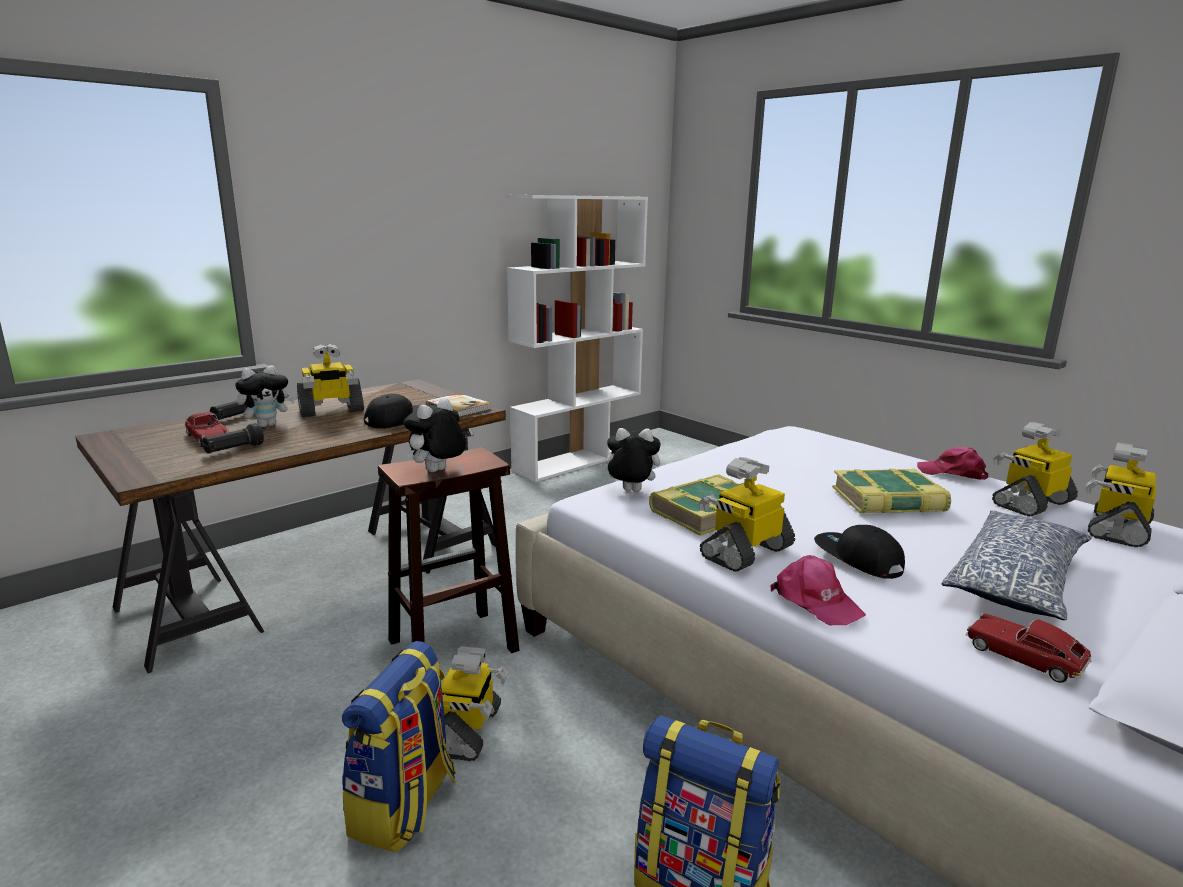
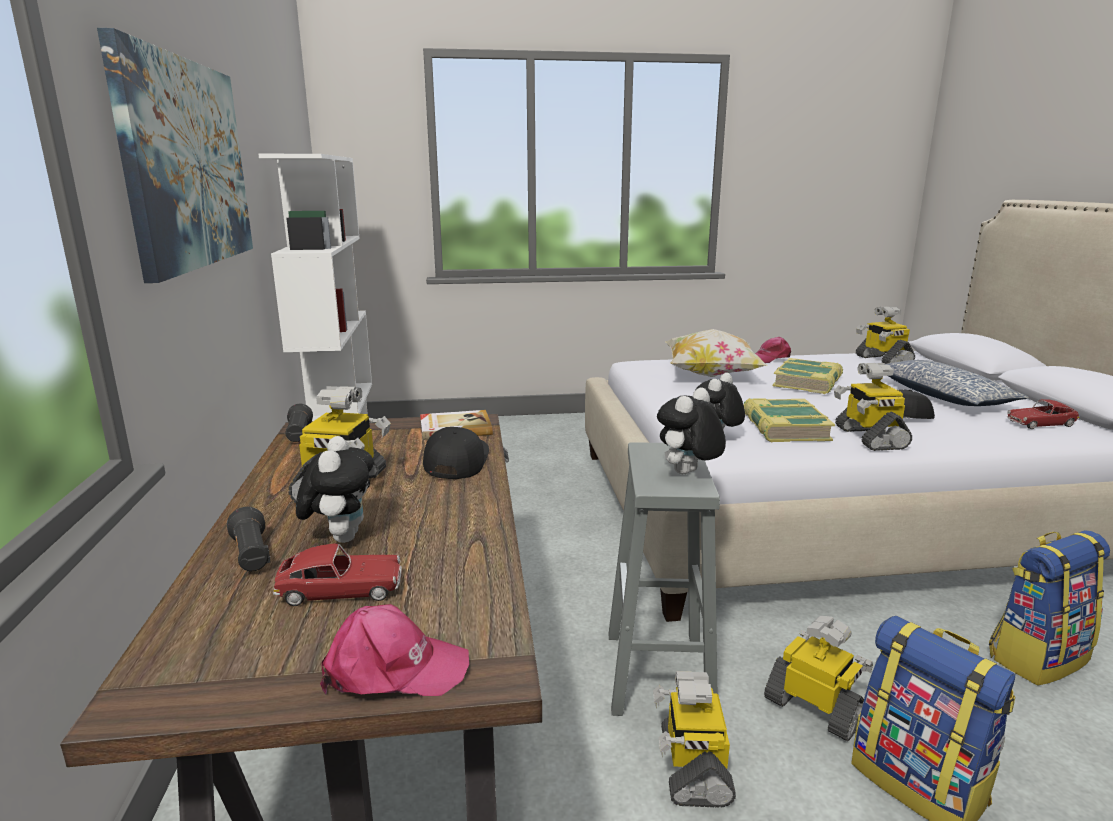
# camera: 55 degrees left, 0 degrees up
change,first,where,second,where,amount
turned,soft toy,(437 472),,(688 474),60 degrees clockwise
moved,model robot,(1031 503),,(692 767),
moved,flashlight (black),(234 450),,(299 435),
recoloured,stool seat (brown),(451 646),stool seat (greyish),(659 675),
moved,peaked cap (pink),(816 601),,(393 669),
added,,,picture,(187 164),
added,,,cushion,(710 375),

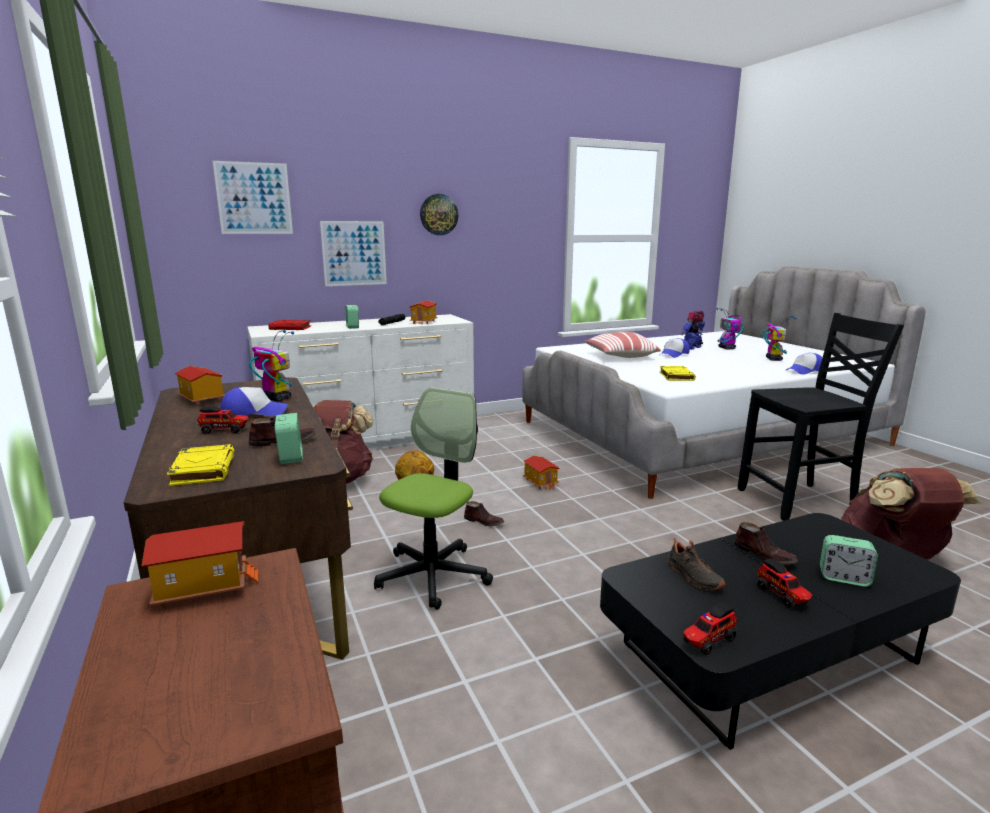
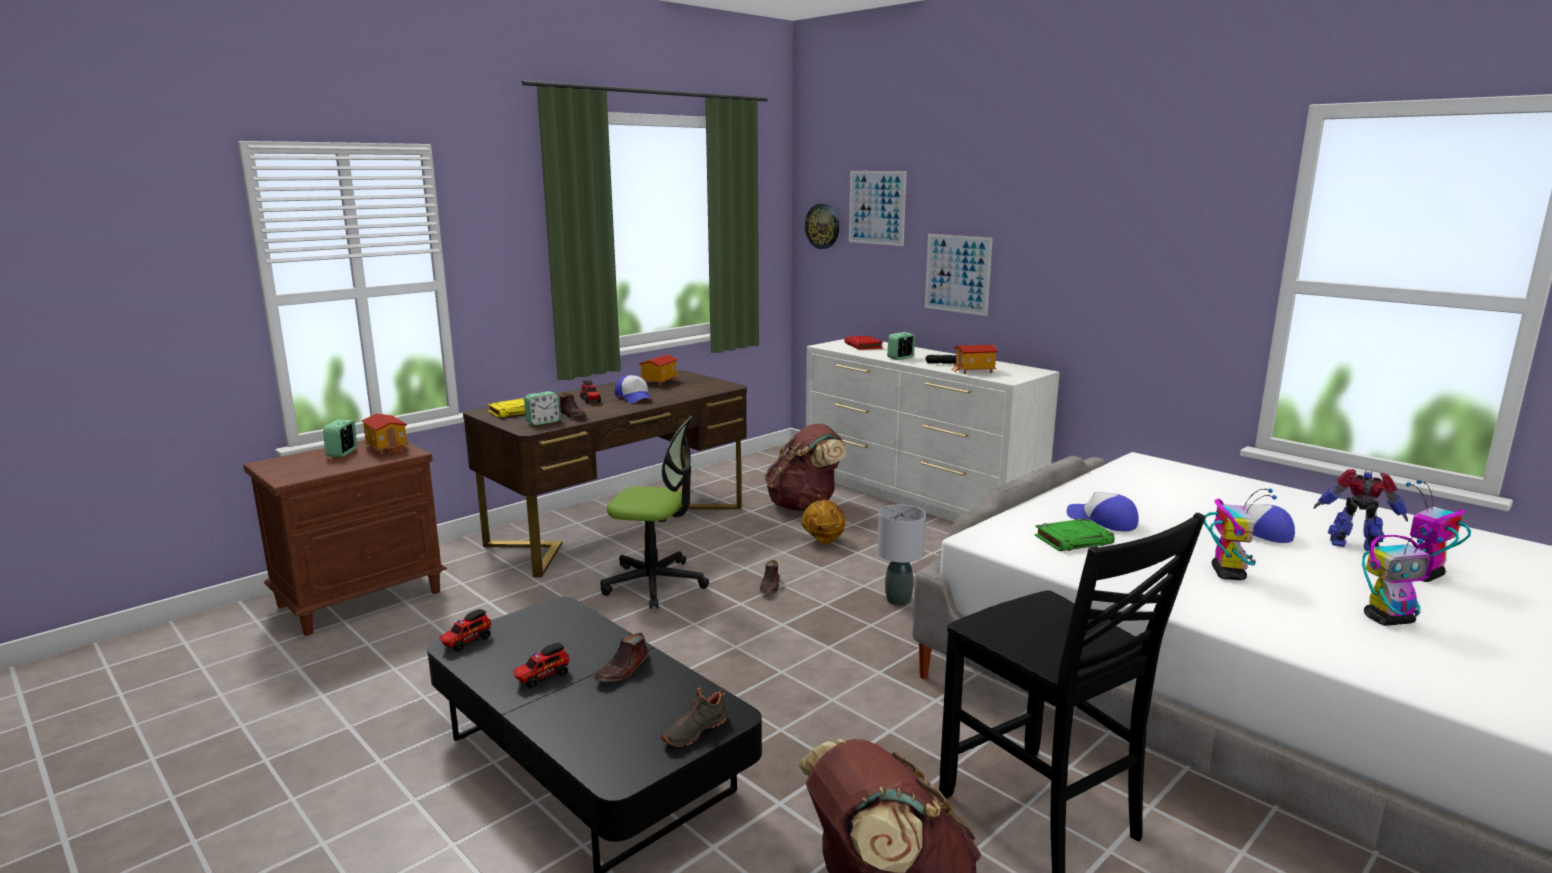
# camera: 70 degrees right, 0 degrees up
change,first,where,second,where,amount
moved,wall clock,(439 214),,(823 226),
moved,model robot,(276 398),,(1227 573),
removed,cushion,(620 357),,,
moved,peaked cap,(805 371),,(1102 520),
recoloured,bound book (yellow-coloured),(676 376),bound book (greenish),(1073 540),
replaced,model house,(541 482),table lamp (greyish),(898 600),
moved,bedside clock,(844 578),,(342 453),
moved,shoe (black),(693 577),,(693 730),
turned,model truck,(708 641),,(466 642),90 degrees counterclockwise

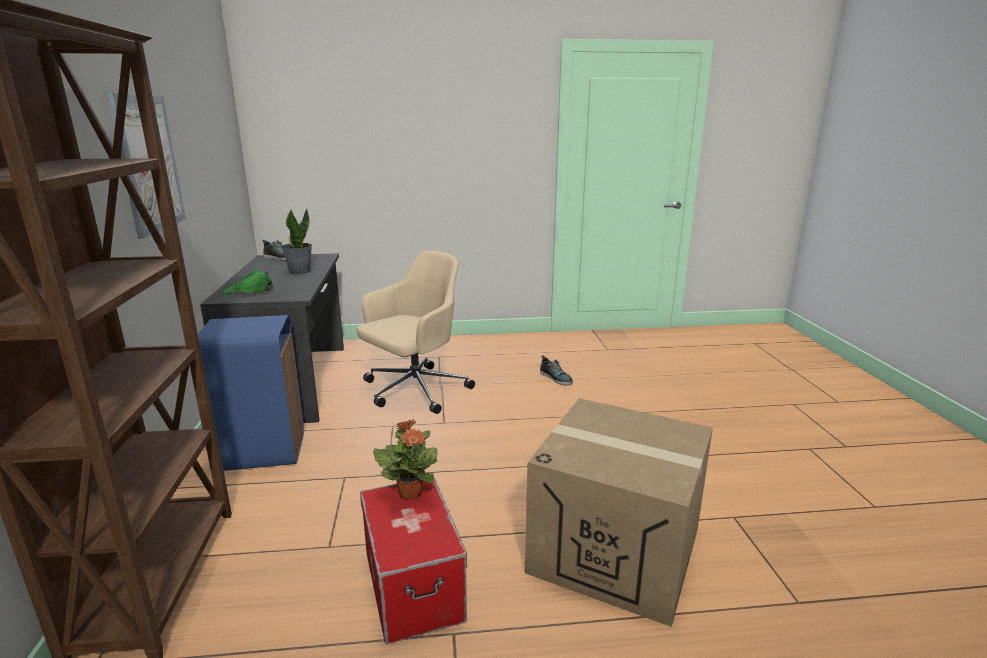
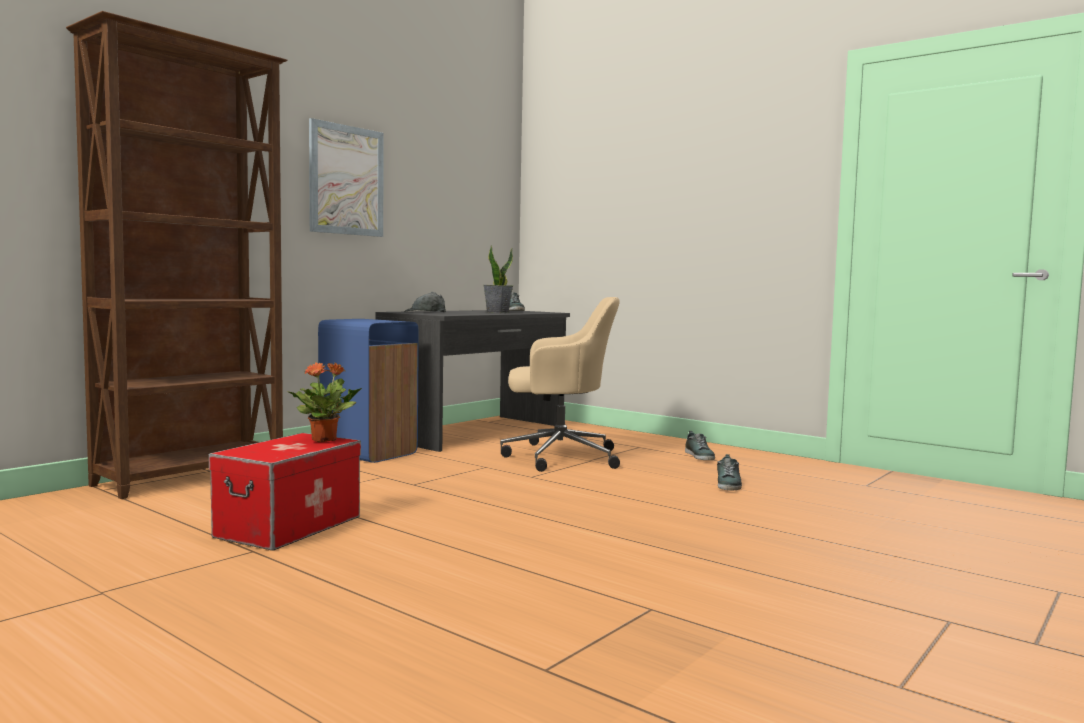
# camera: 45 degrees right, 15 degrees down
change,first,where,second,where,amount
recoloured,peaked cap (greenish),(248 291),peaked cap (greyish),(425 312),
removed,cardboard box,(615 550),,,
added,,,shoe,(700 456),

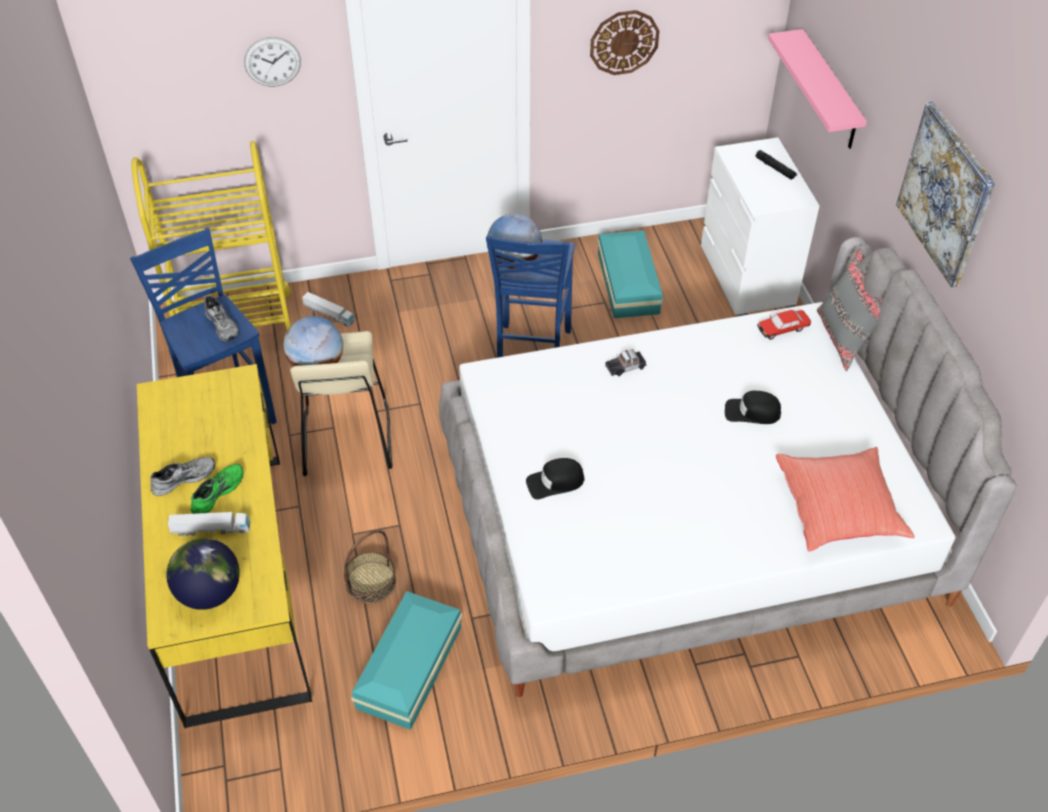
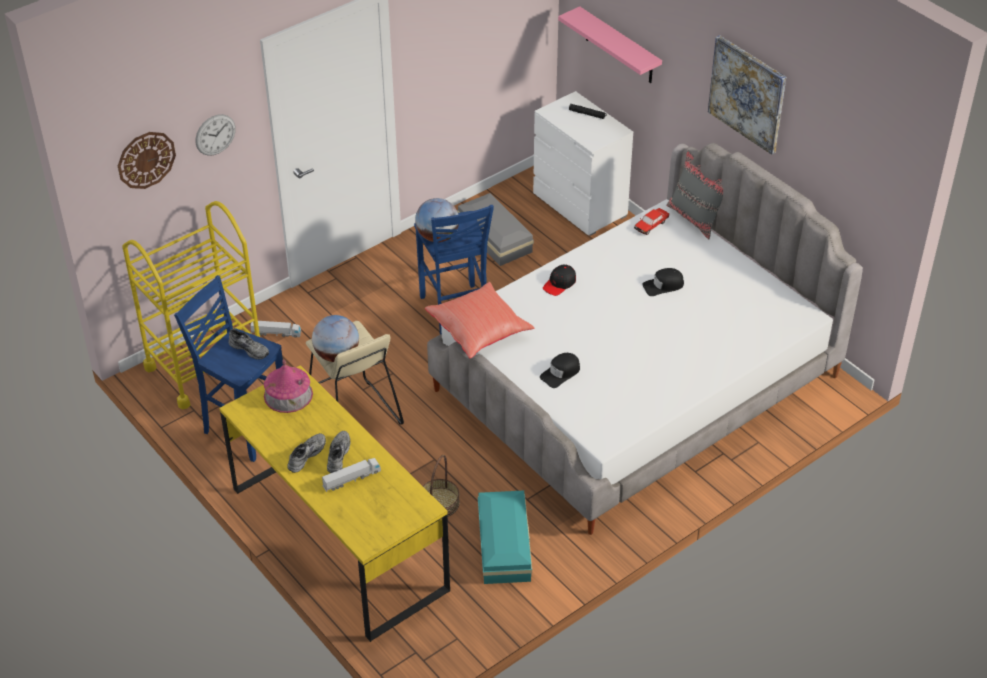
# camera: 25 degrees left, 5 degrees down
change,first,where,second,where,amount
moved,wall clock,(624 42),,(146 159),
recoloured,storage container (blue-green),(629 282),storage container (greyish),(495 236),
replaced,miniature car,(625 366),peaked cap (black),(559 284),
moved,cushion (reddish),(838 510),,(479 331),
recoloured,shoe (greenish),(216 492),shoe (greyish),(337 455),
removed,desk globe,(210 592),,,
added,,,model house,(288 395),

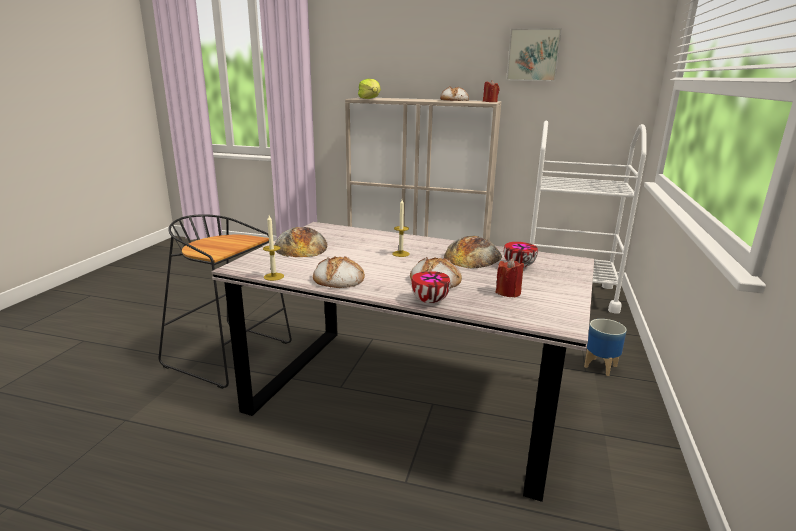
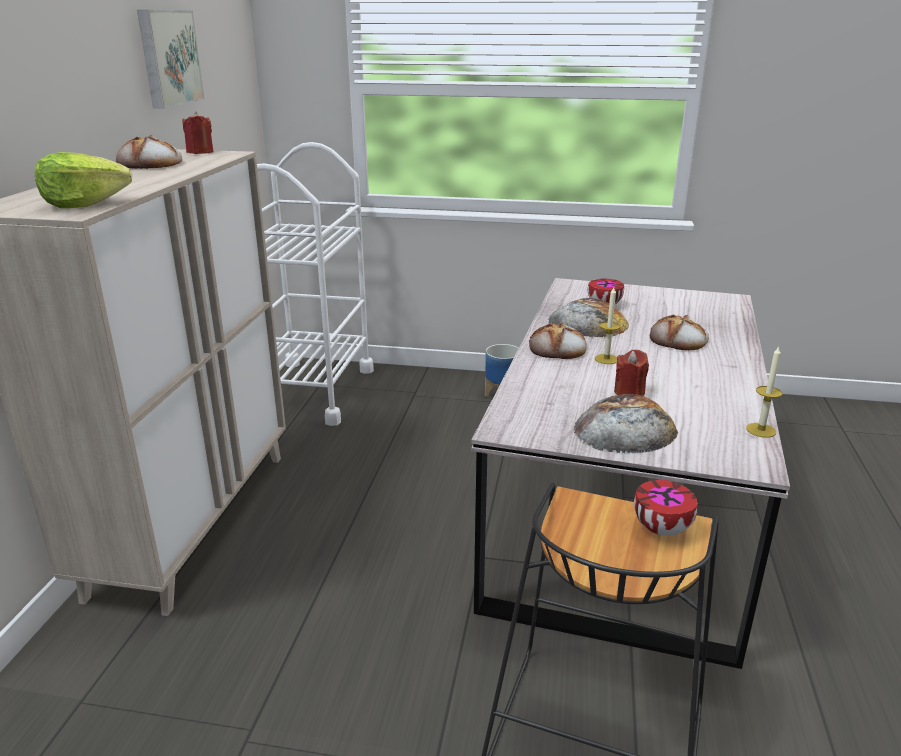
# camera: 95 degrees left, 5 degrees up
change,first,where,second,where,amount
moved,bread,(338 279),,(558 348),
moved,wax candle (reddish),(508 292),,(629 392),
moved,serving bowl,(429 300),,(661 529),

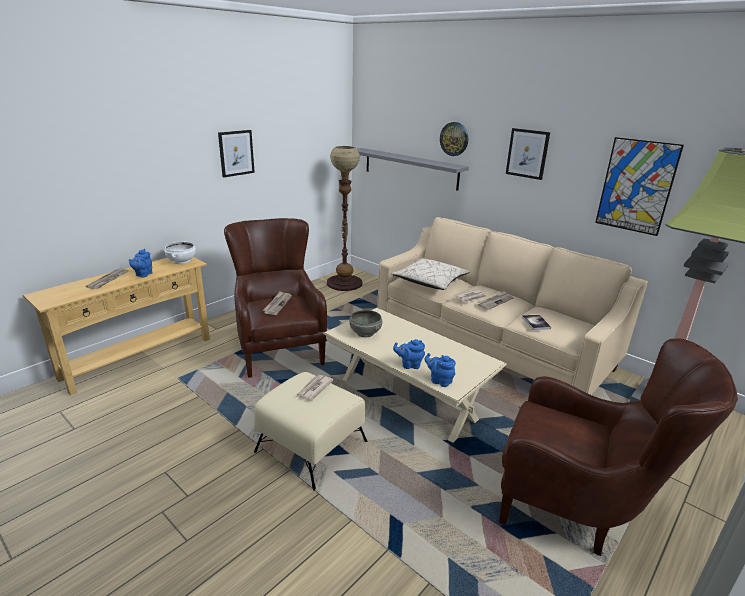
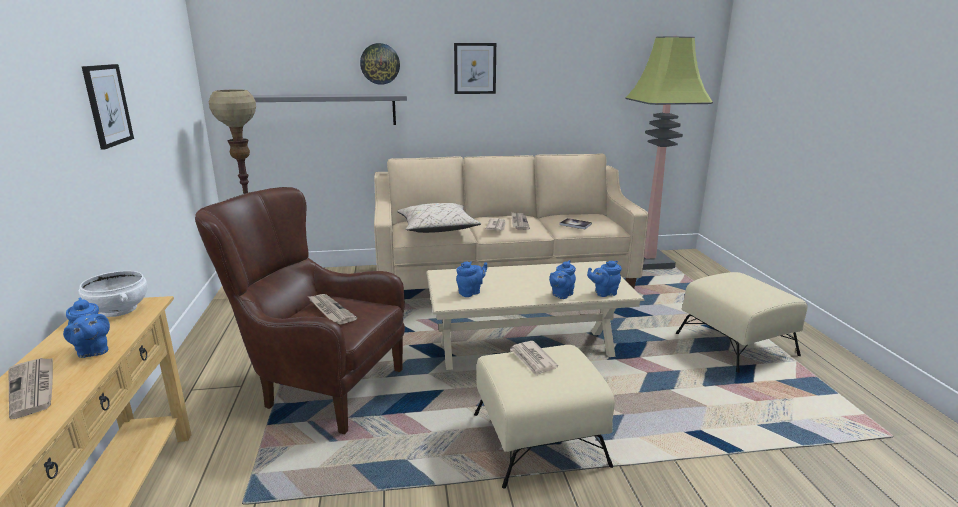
# camera: 50 degrees left, 5 degrees down
change,first,where,second,where,amount
removed,picture,(636 186),,,
replaced,serving bowl (greyish),(365 333),tea pot (blue-coloured),(471 292),
replaced,lounge chair (brown),(577 510),pouffe (beige),(736 344),

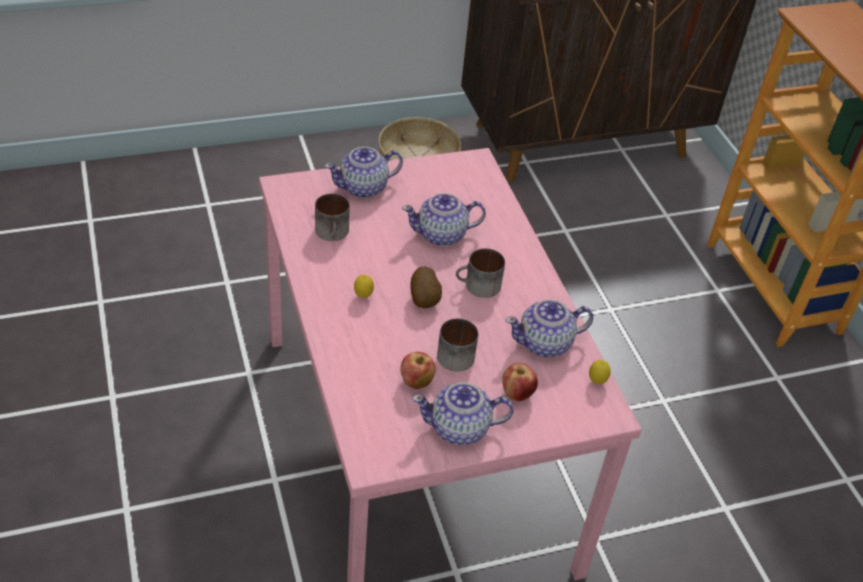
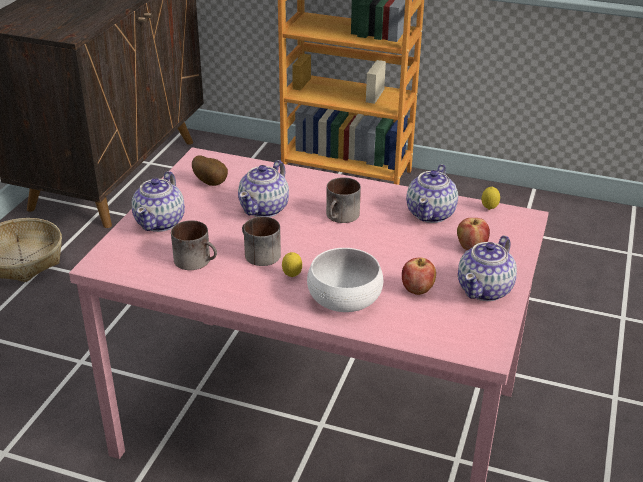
# camera: 50 degrees left, 10 degrees down
change,first,where,second,where,amount
moved,potato,(425 300),,(211 182),
moved,coffee mug,(455 353),,(258 254),
added,,,serving bowl (white),(345 297),

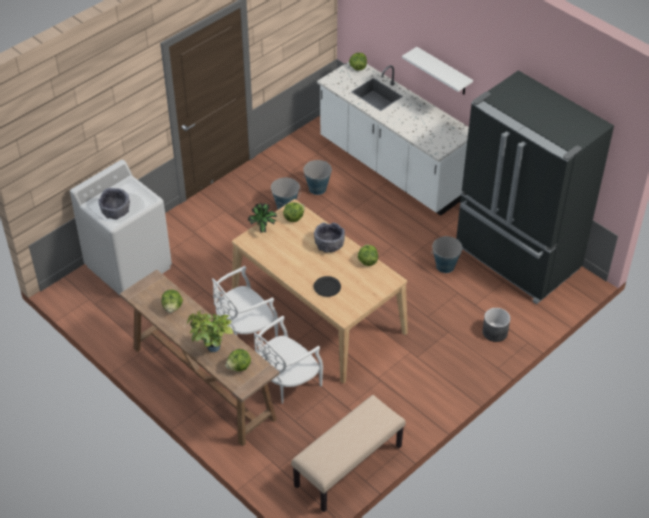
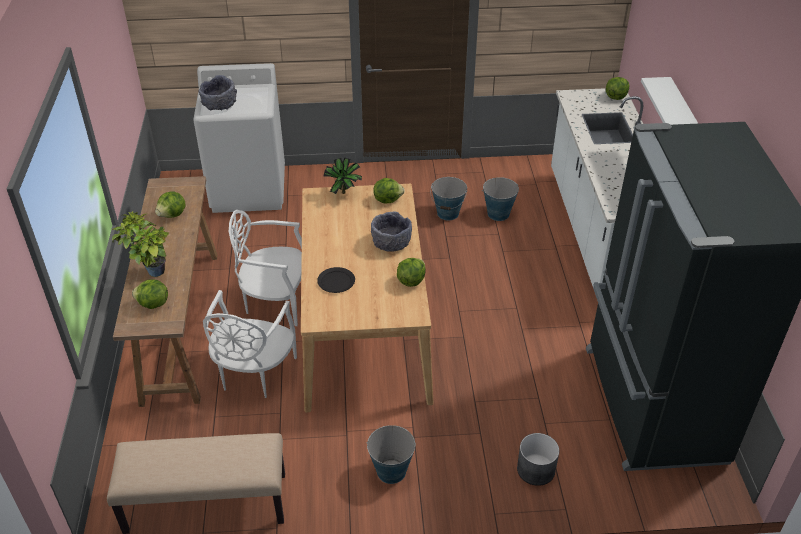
# camera: 40 degrees right, 5 degrees down
change,first,where,second,where,amount
moved,water bucket,(445 266),,(391 471),
turned,upright chair (white),(286 382),,(254 373),75 degrees counterclockwise

